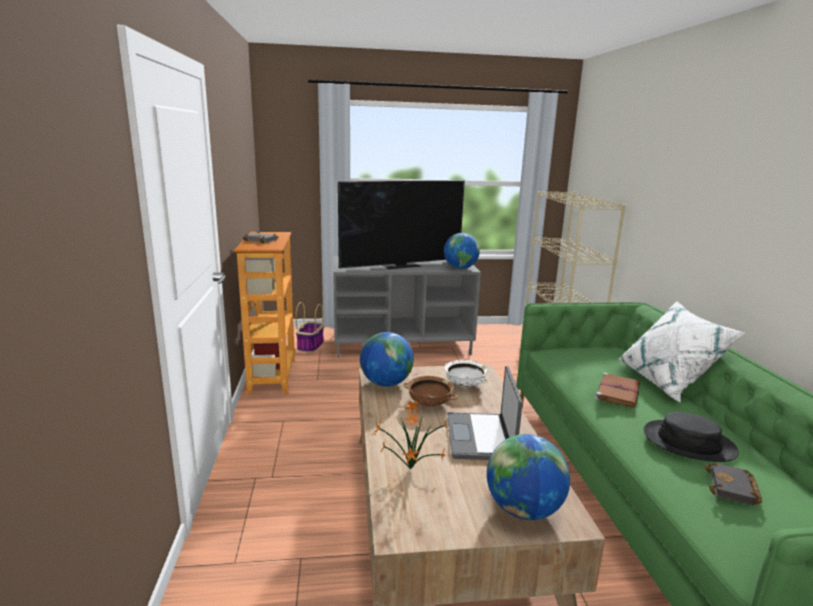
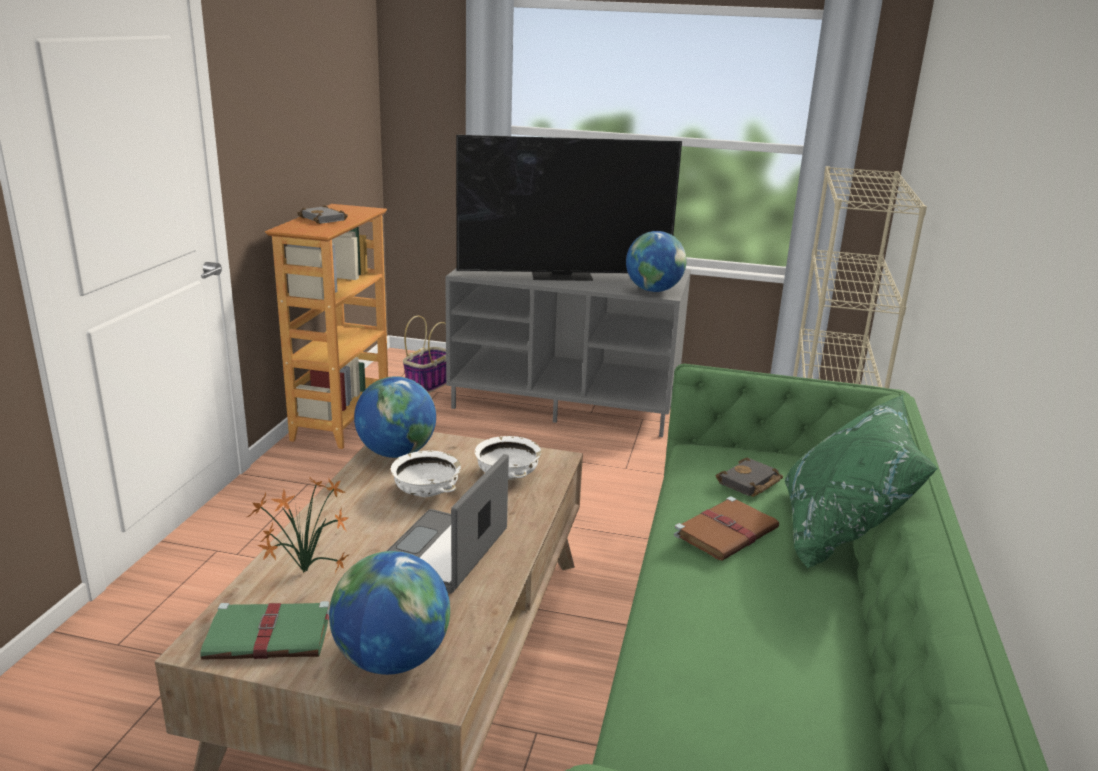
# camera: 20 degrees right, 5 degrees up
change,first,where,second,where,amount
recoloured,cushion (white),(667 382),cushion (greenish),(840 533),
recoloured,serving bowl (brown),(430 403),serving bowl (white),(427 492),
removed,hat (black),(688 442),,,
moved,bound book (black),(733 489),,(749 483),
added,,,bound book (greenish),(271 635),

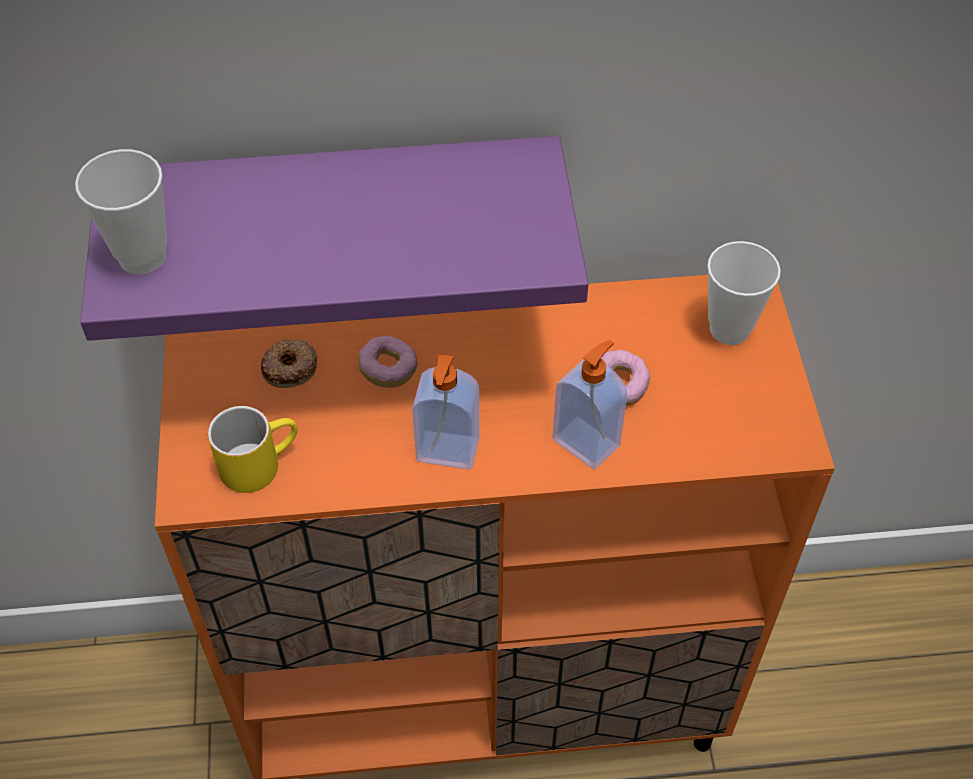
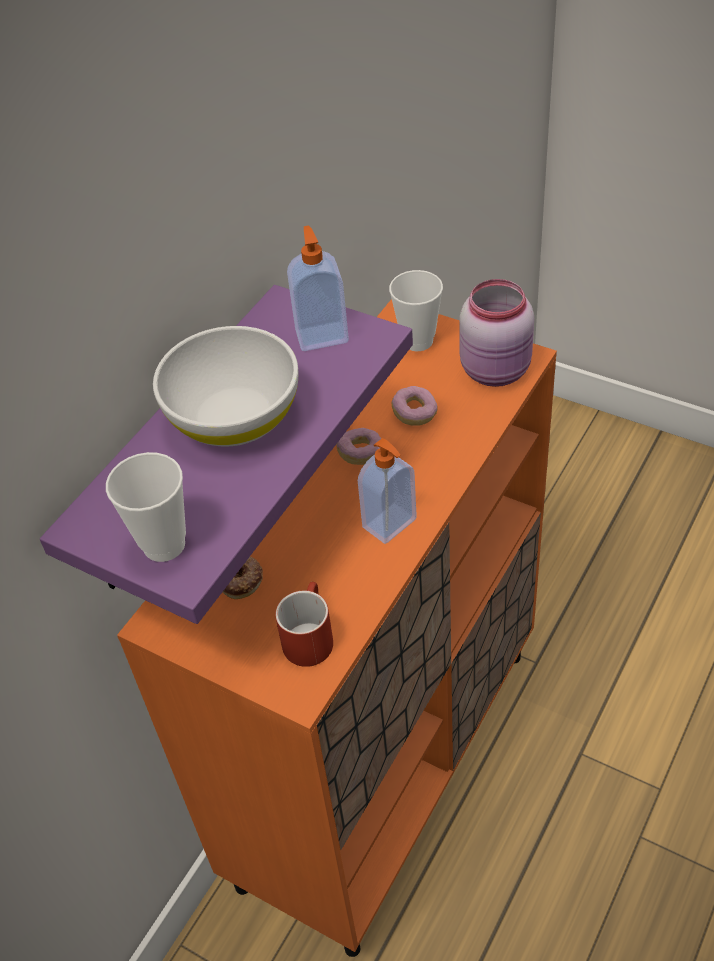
# camera: 50 degrees left, 5 degrees down
change,first,where,second,where,amount
moved,ring doughnut,(388 370),,(361 453),
moved,liquid soap bottle,(587 441),,(321 335),
recoloured,coffee mug (yellow-coloured),(259 462),coffee mug (reddish),(308 635),
added,,,storage jar (pink),(497 370),
added,,,serving bowl (white),(235 417),

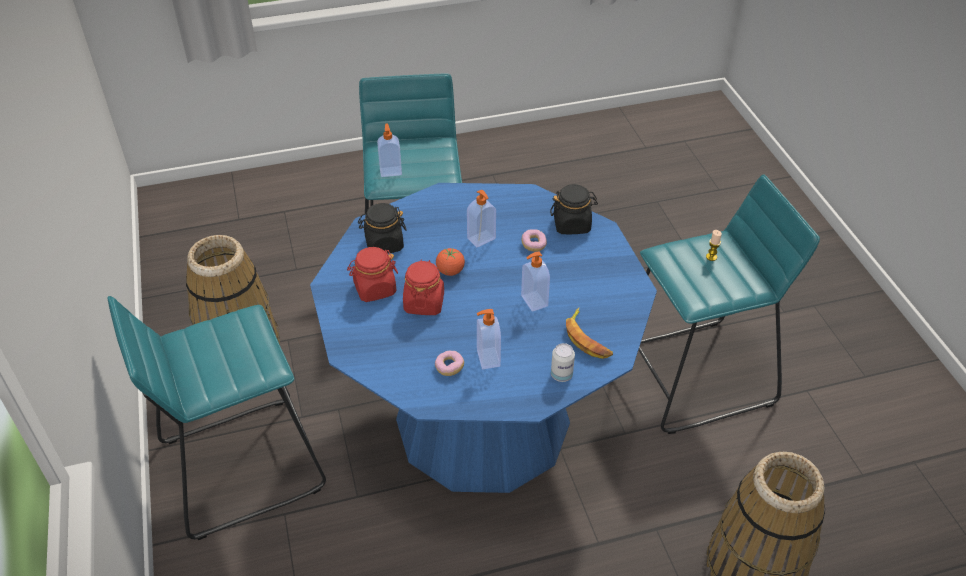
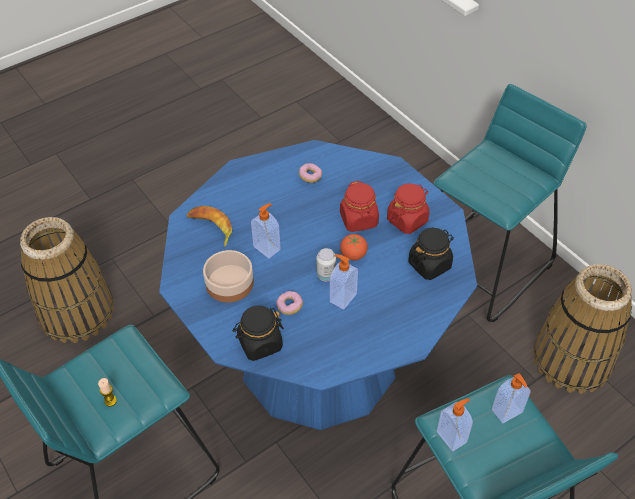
# camera: 160 degrees right, 5 degrees up
change,first,where,second,where,amount
moved,liquid soap bottle,(487 358),,(452 436),
moved,sealed can,(561 375),,(326 275),
added,,,serving bowl,(229 283),

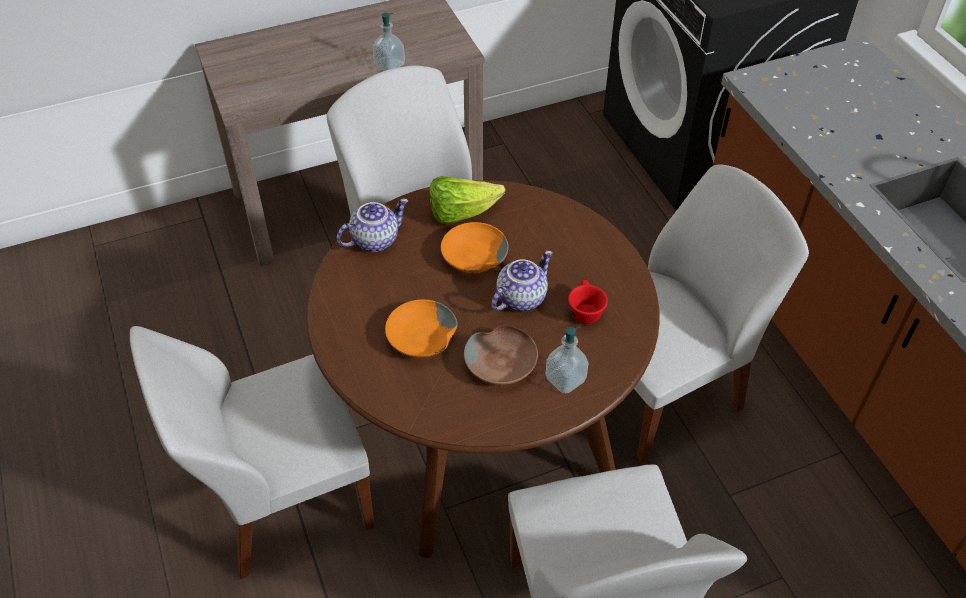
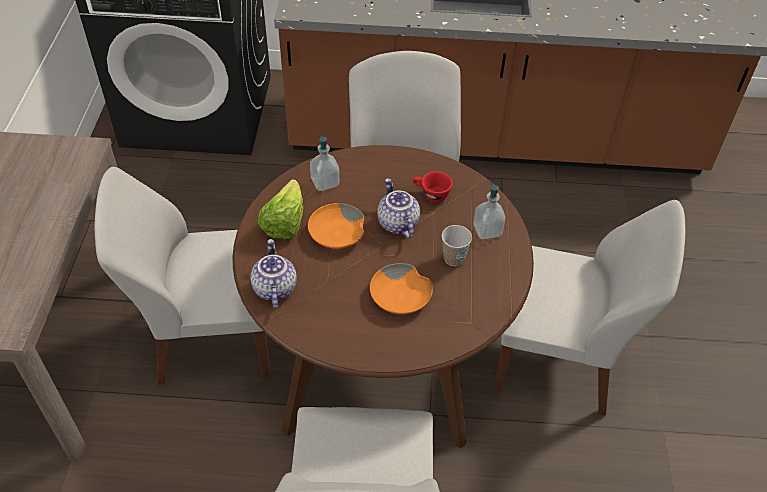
# camera: 65 degrees left, 0 degrees up
change,first,where,second,where,amount
moved,liquid soap bottle,(389 65),,(325 182),
replaced,serving bowl (brown),(502 363),small cup,(453 258),

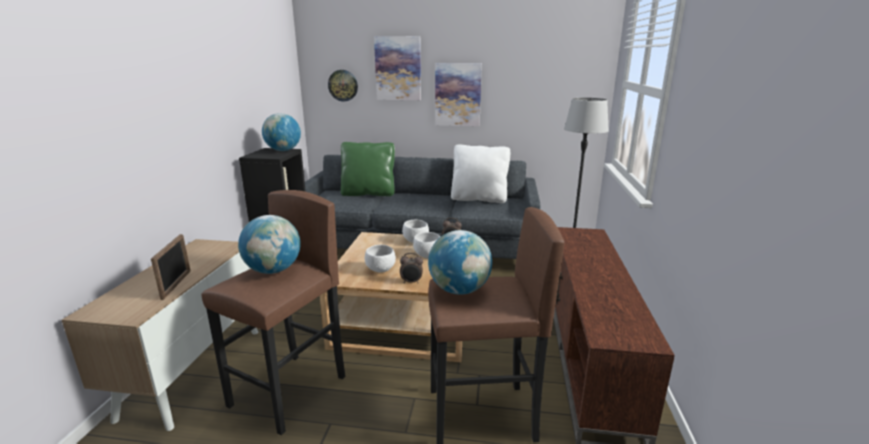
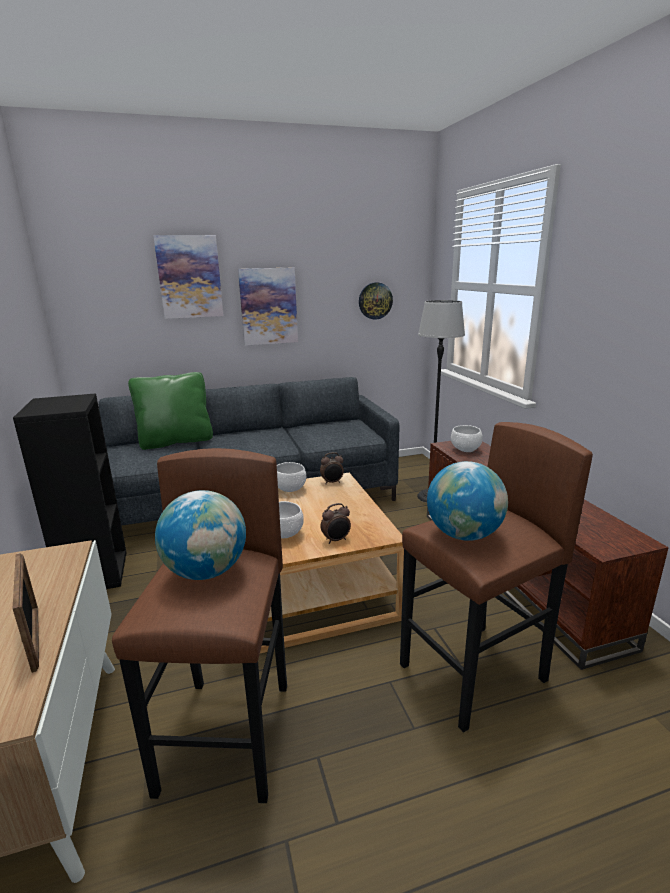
# camera: 25 degrees left, 0 degrees up
change,first,where,second,where,amount
moved,wall clock,(343 85),,(375 301),
removed,desk globe,(283 150),,,
removed,cushion (white),(479 199),,,
moved,serving bowl (white),(428 256),,(466 450),

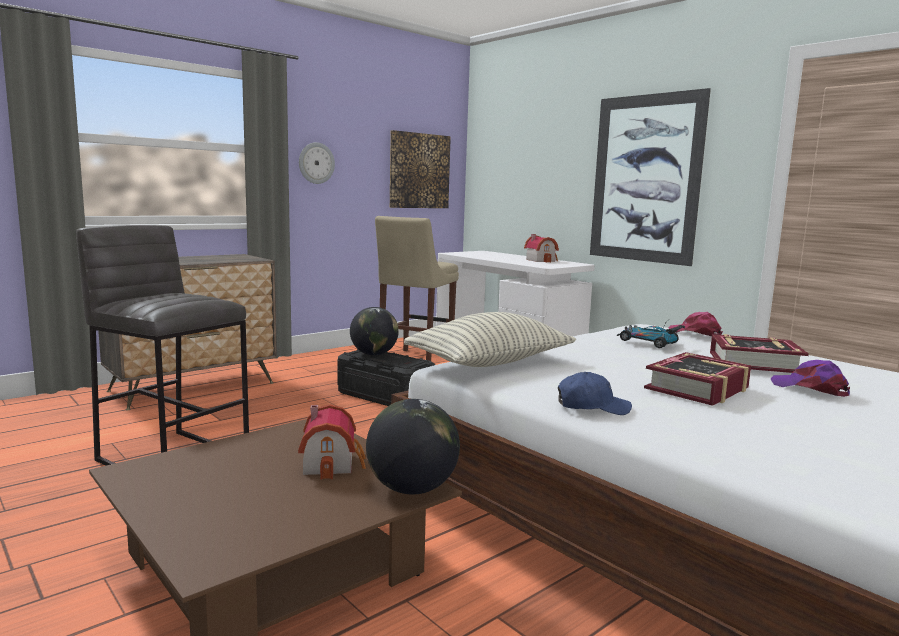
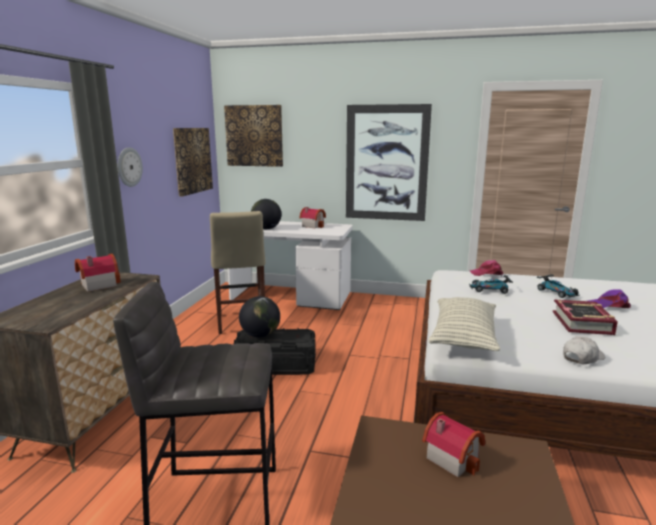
# camera: 35 degrees left, 5 degrees up
change,first,where,second,where,amount
replaced,bound book,(754 363),miniature car,(557 292),
recoloured,peaked cap (blue-coloured),(592 407),peaked cap (white),(582 357),
moved,desk globe,(412 489),,(266 229),
added,,,picture,(254 136),
added,,,model house,(97 285),

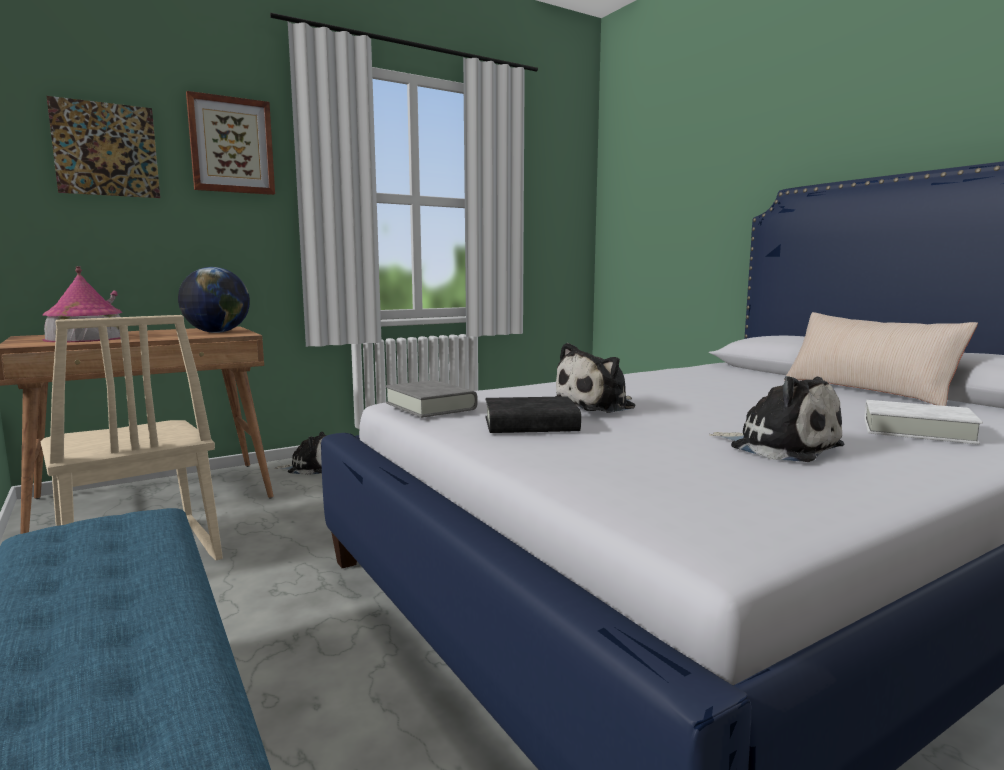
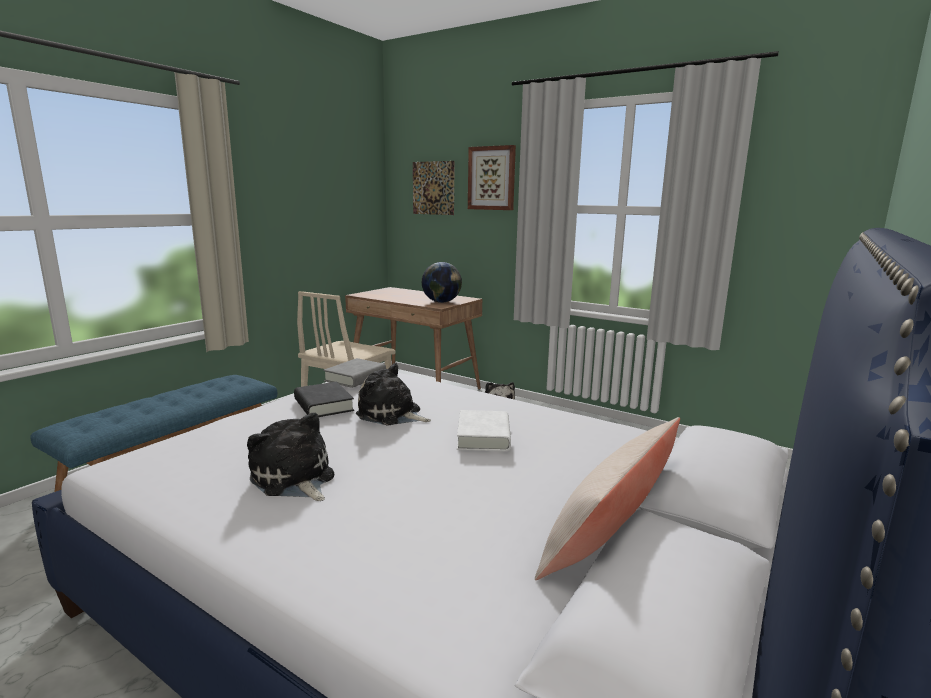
# camera: 65 degrees right, 5 degrees up
change,first,where,second,where,amount
removed,model house,(86 338),,,
turned,soft toy,(779 447),,(294 479),120 degrees clockwise
moved,bound book (white),(917 430),,(483 436),

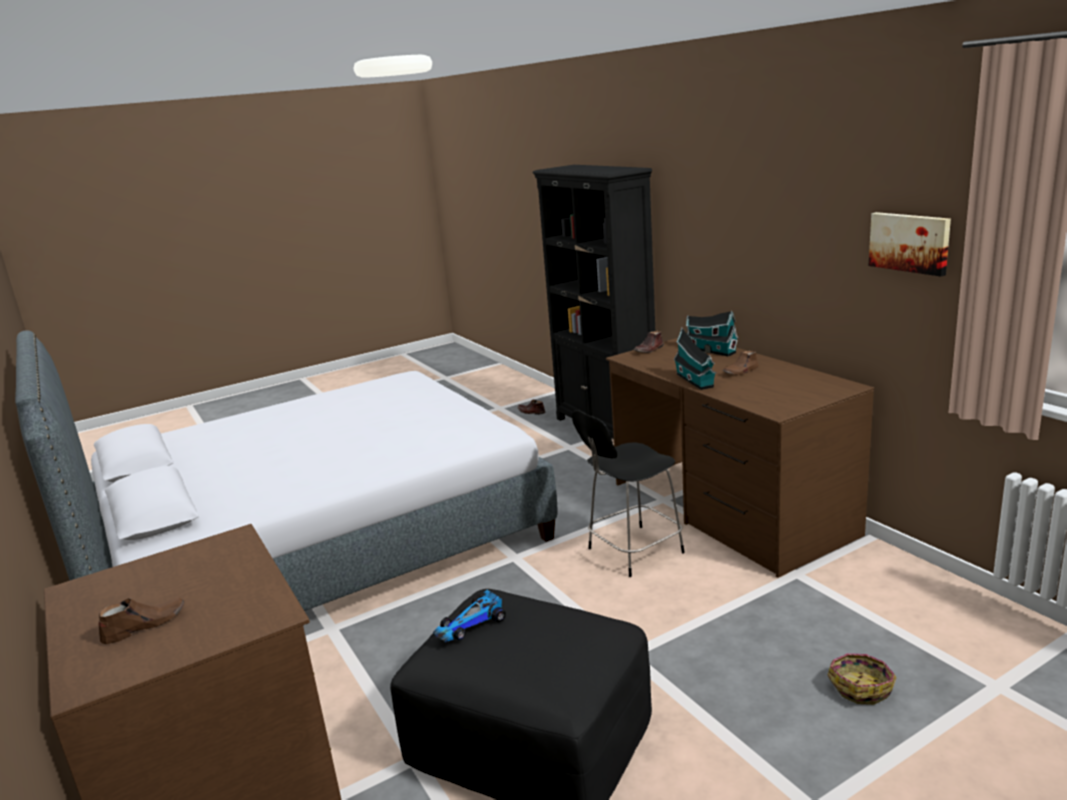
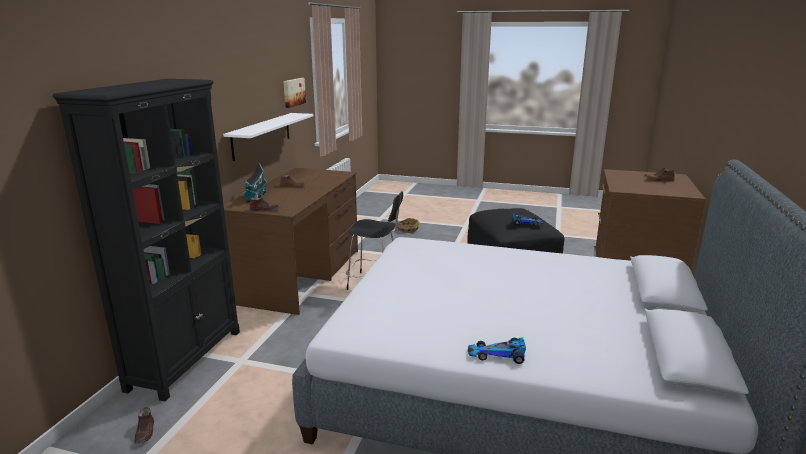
# camera: 135 degrees left, 0 degrees up
change,first,where,second,where,amount
removed,model house,(695 381),,,
added,,,bracket shelf (white),(262 135),
added,,,miniature car,(498 354),

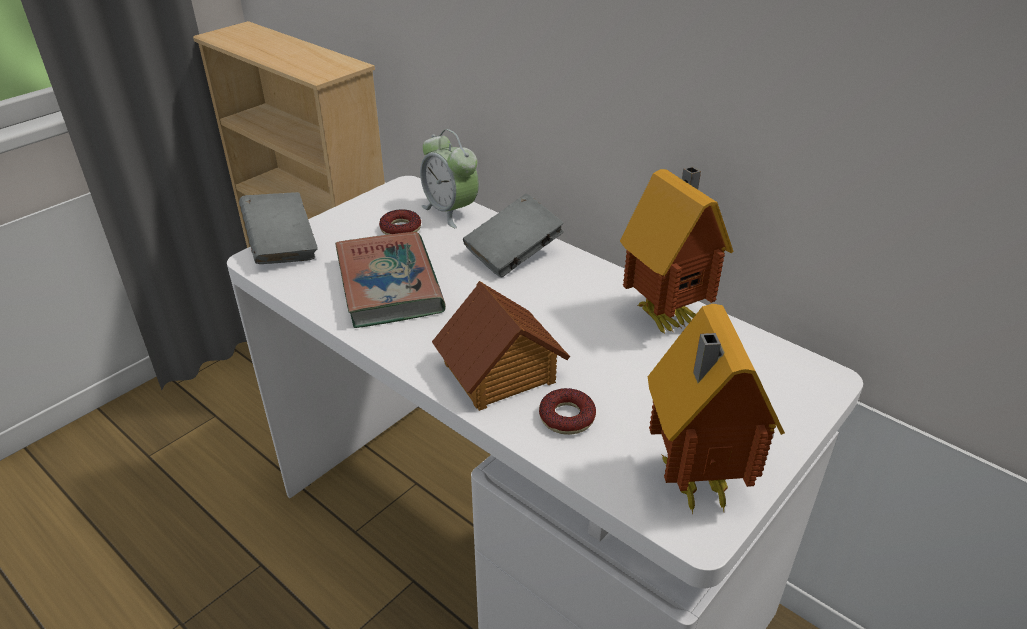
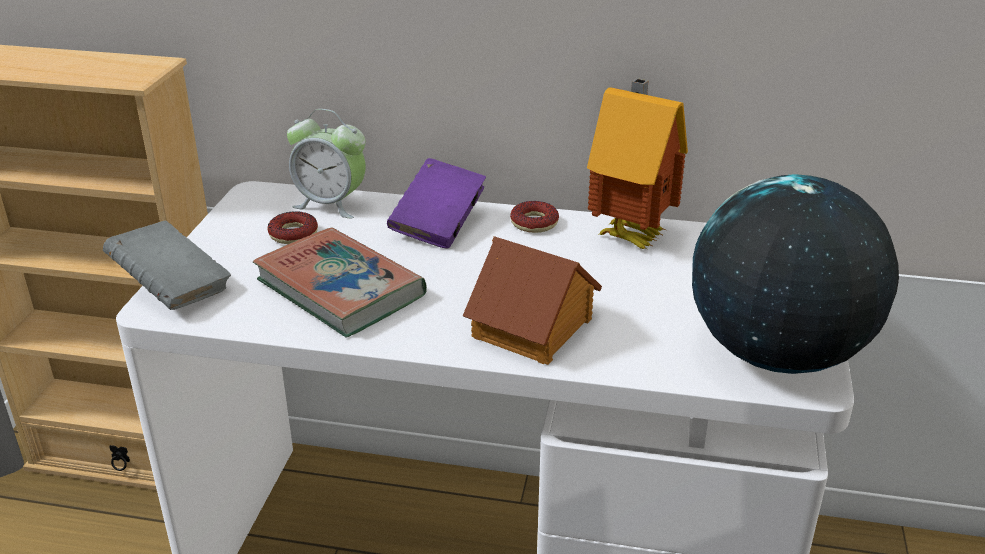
# camera: 30 degrees left, 5 degrees down
change,first,where,second,where,amount
recoloured,bound book (greyish),(513 254),bound book (purple-coloured),(438 225),
replaced,model house,(692 484),desk globe,(777 354),
moved,ring doughnut,(566 417),,(534 223),

